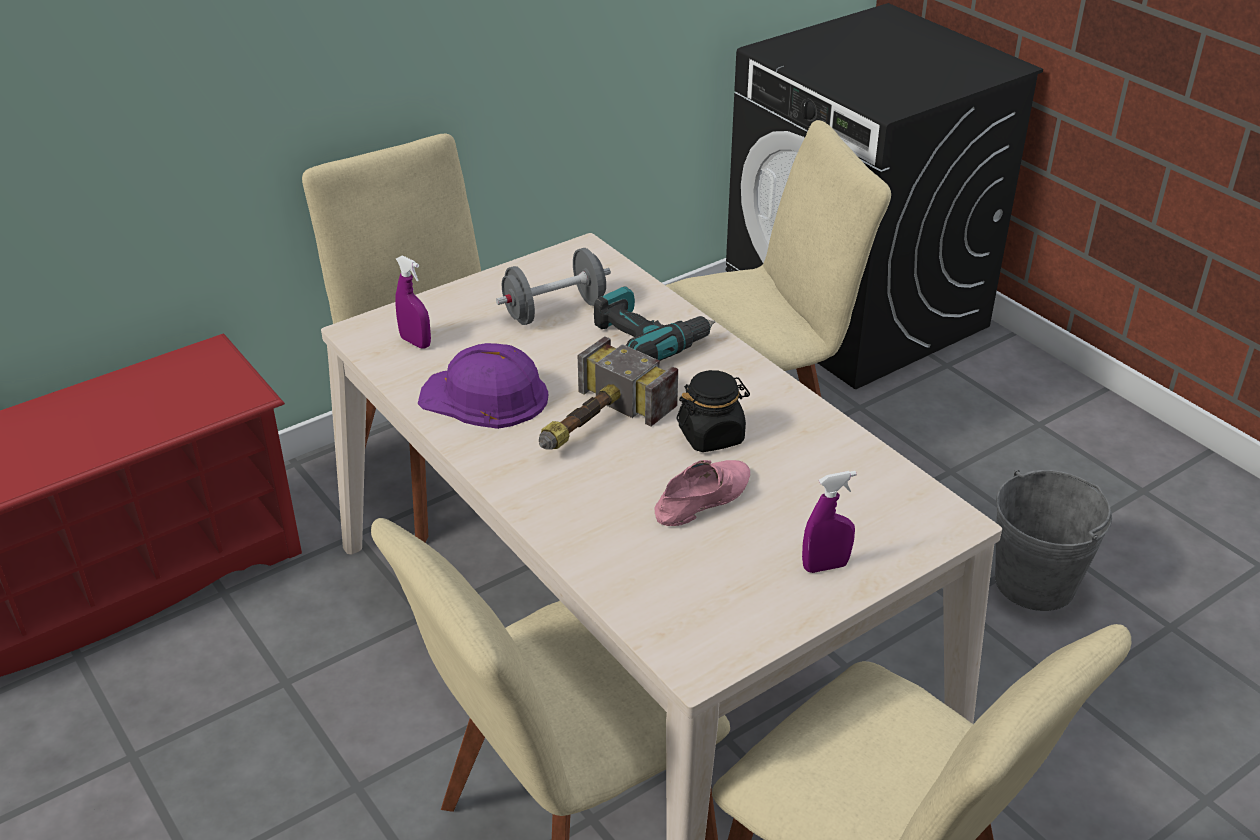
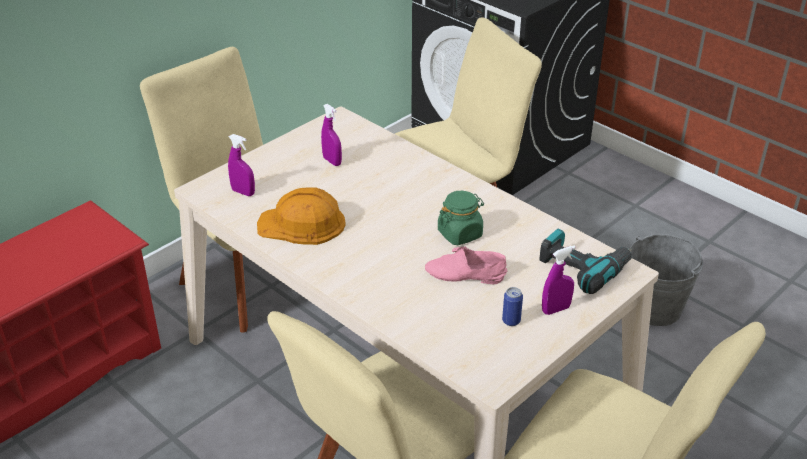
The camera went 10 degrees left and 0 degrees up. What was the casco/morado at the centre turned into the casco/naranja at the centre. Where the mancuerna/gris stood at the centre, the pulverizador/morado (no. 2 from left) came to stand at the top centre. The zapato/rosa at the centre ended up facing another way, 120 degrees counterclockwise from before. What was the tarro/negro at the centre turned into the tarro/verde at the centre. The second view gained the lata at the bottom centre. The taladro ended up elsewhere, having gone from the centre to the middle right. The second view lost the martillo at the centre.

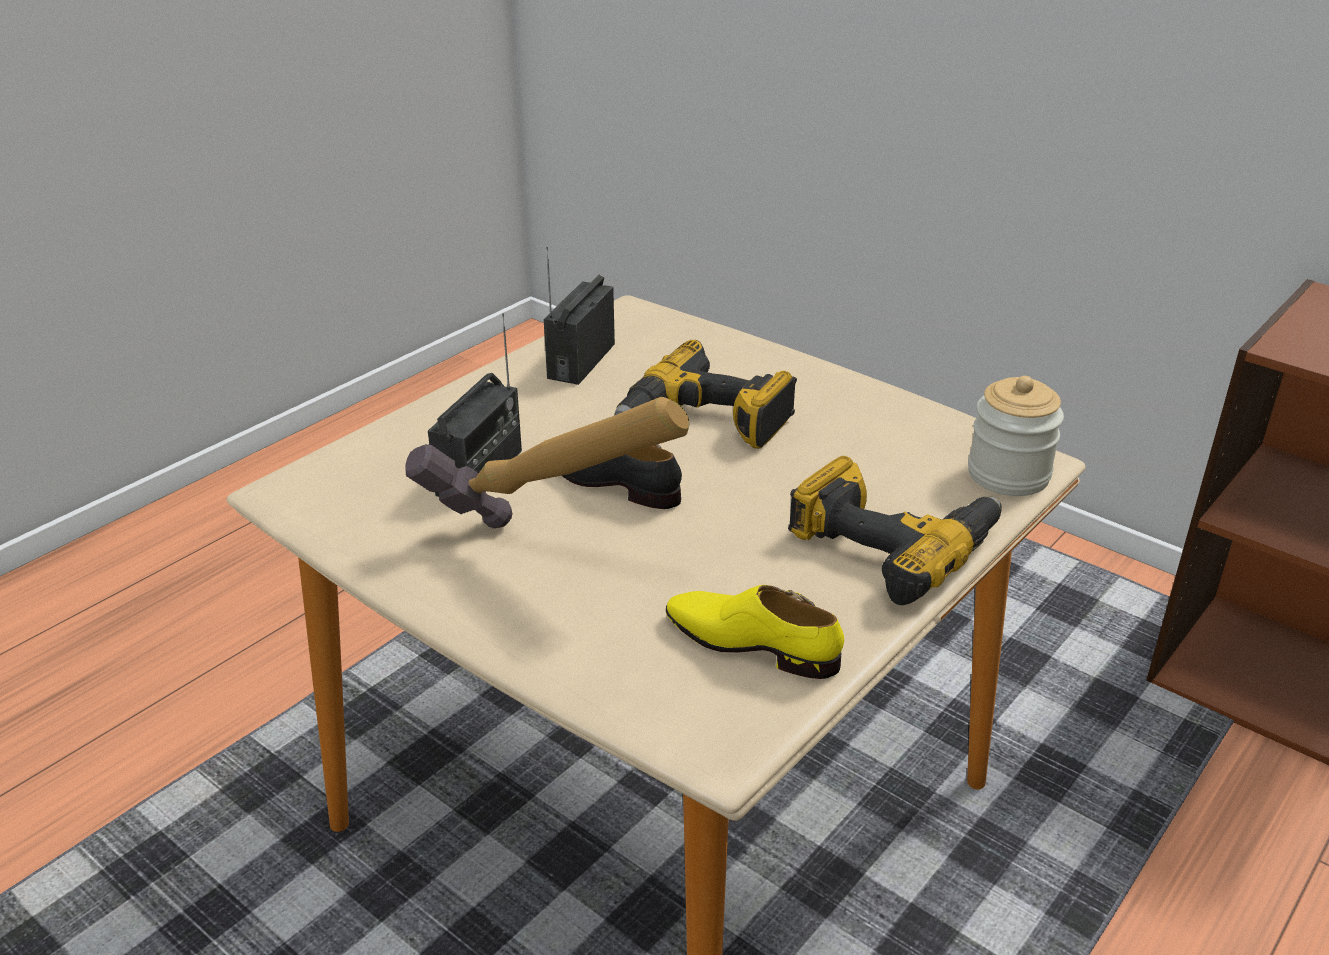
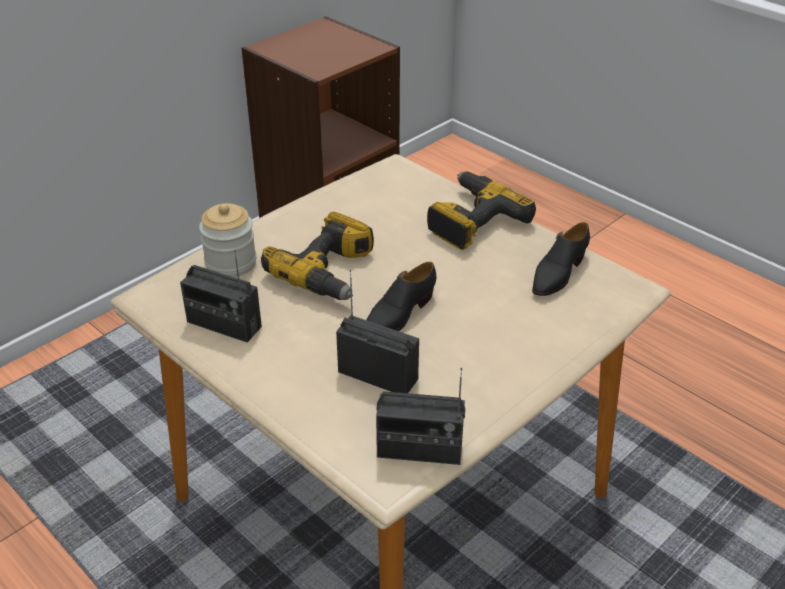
The camera went 85 degrees left and 5 degrees up. The tarro ended up elsewhere, having gone from the middle right to the middle left. The second view gained the radio (no. 3 from left) at the bottom centre. What was the zapato/amarillo at the centre turned into the zapato/negro (no. 2 from left) at the middle right. The second view lost the martillo at the centre.

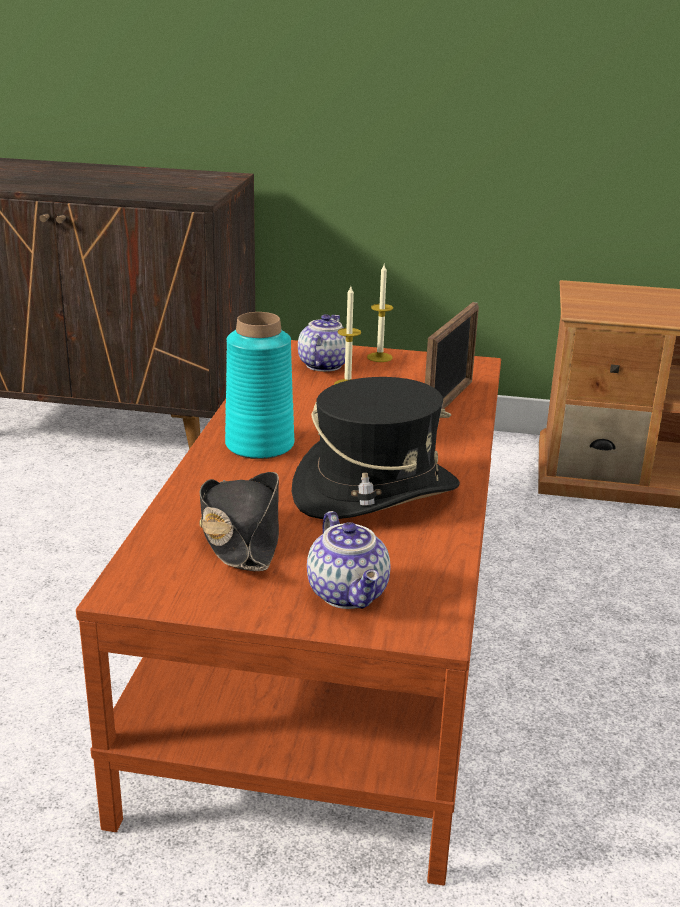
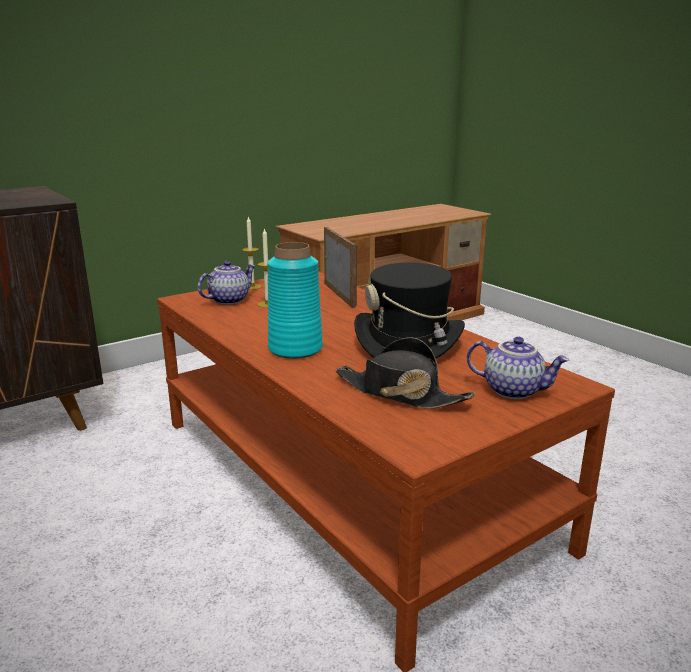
The camera went 45 degrees left and 5 degrees down. The tetera (no. 1 from left) at the centre ended up facing another way, 75 degrees clockwise from before.

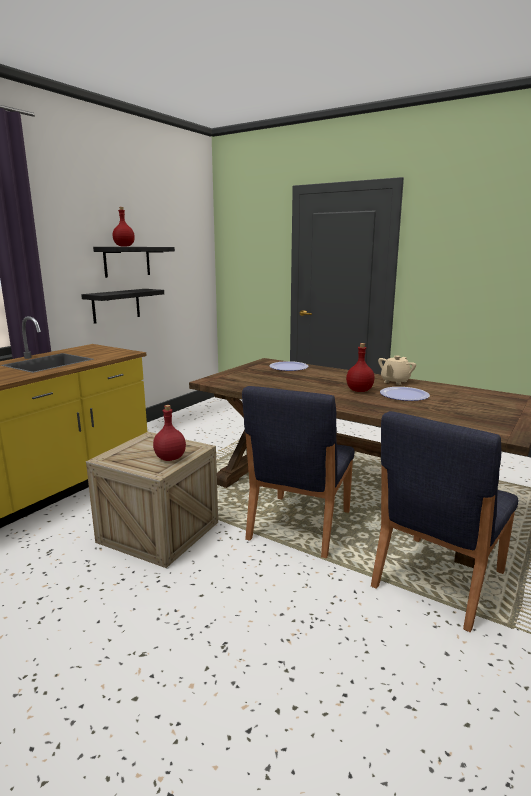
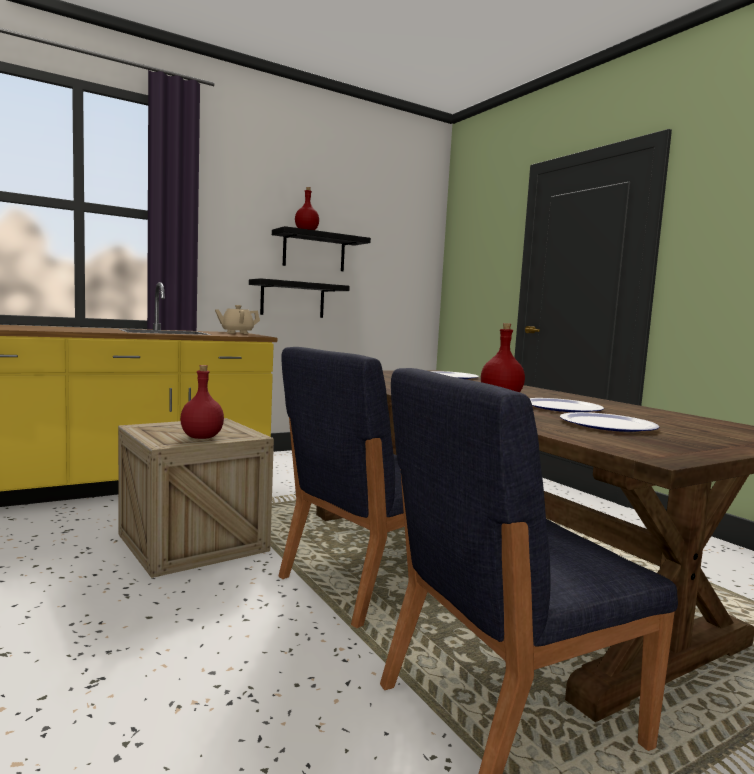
The camera went 25 degrees right and 10 degrees down. The tetera/beis ended up elsewhere, having gone from the middle right to the middle left. The second view gained the plato (no. 3 from left) at the middle right.

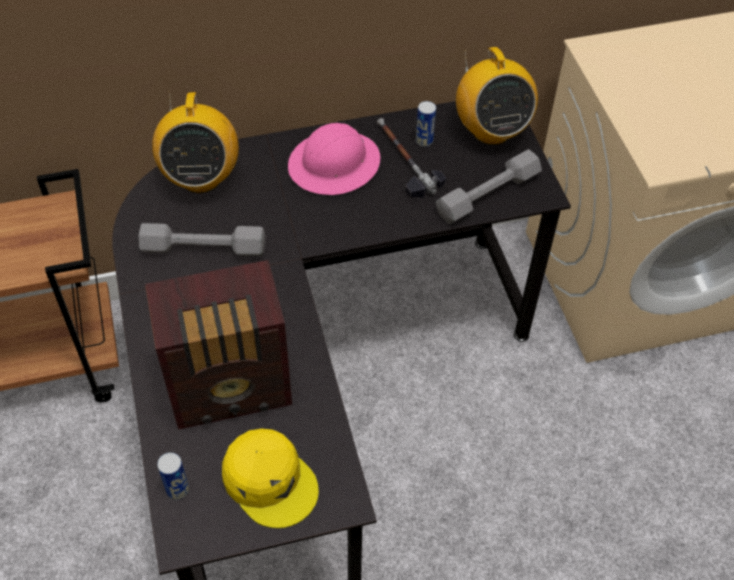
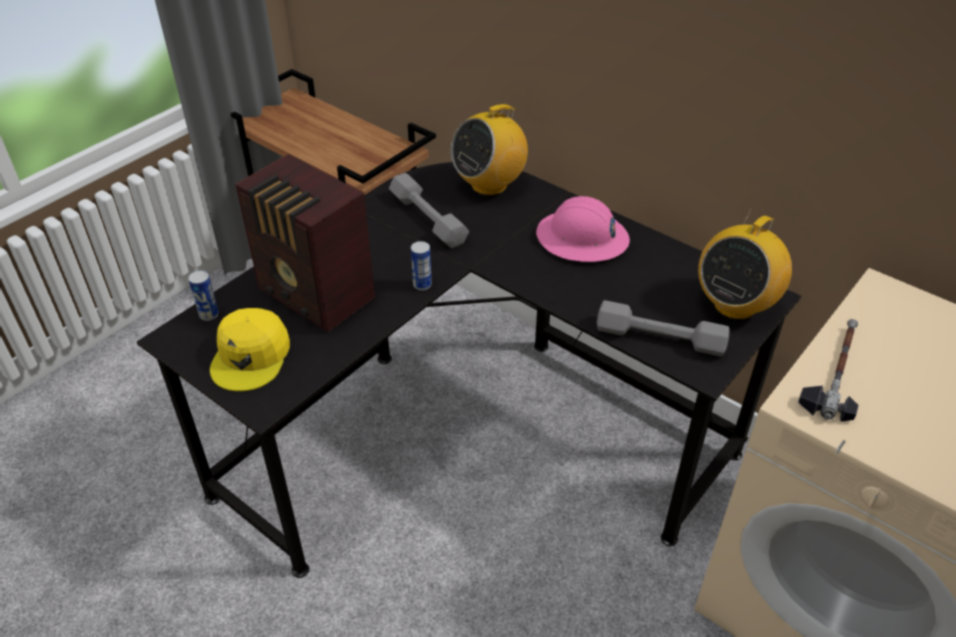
The camera went 55 degrees right and 10 degrees down. The lata (no. 2 from left) ended up elsewhere, having gone from the top centre to the centre. The martillo ended up elsewhere, having gone from the top centre to the middle right.

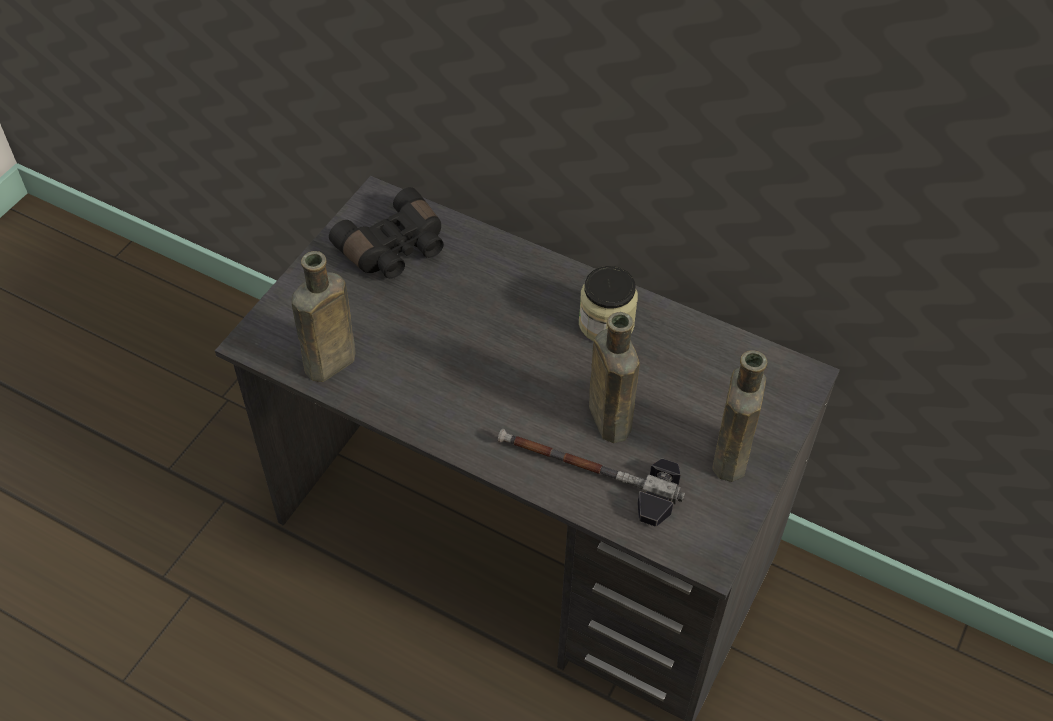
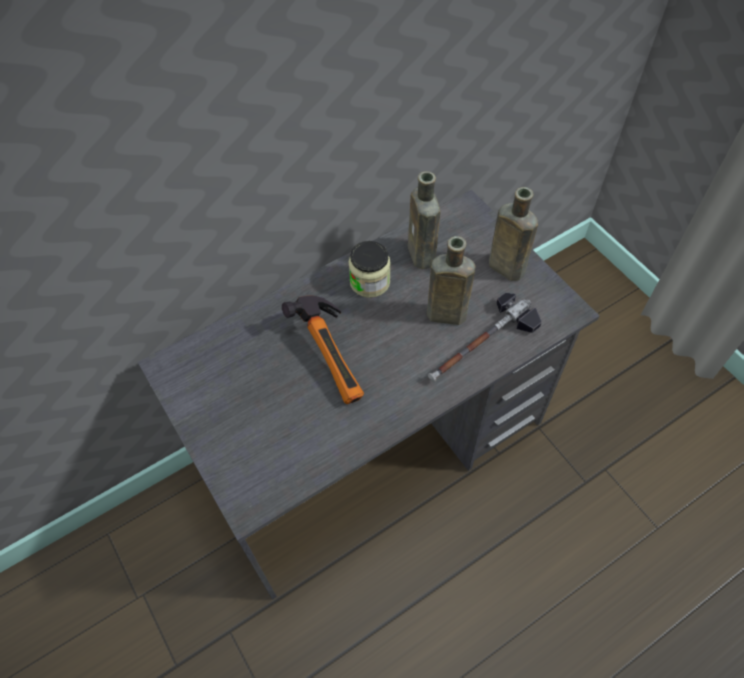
The camera went 60 degrees left and 5 degrees up. The second view gained the martillo (no. 1 from left) at the centre. The botella/marrón (no. 1 from left) ended up elsewhere, having gone from the middle left to the top centre. The second view lost the prismáticos/negro at the top centre.

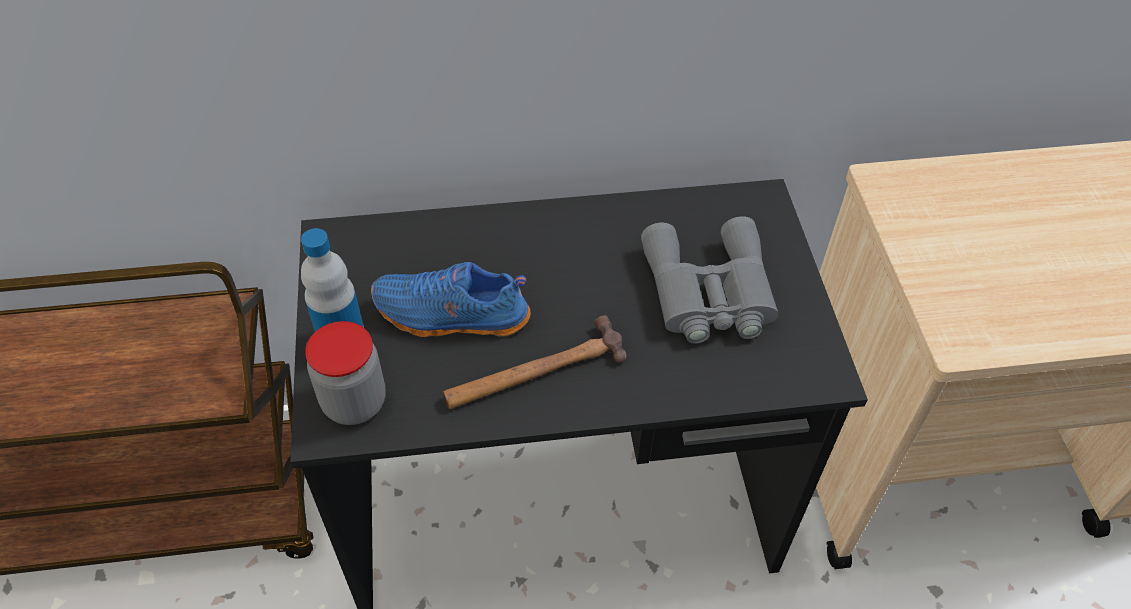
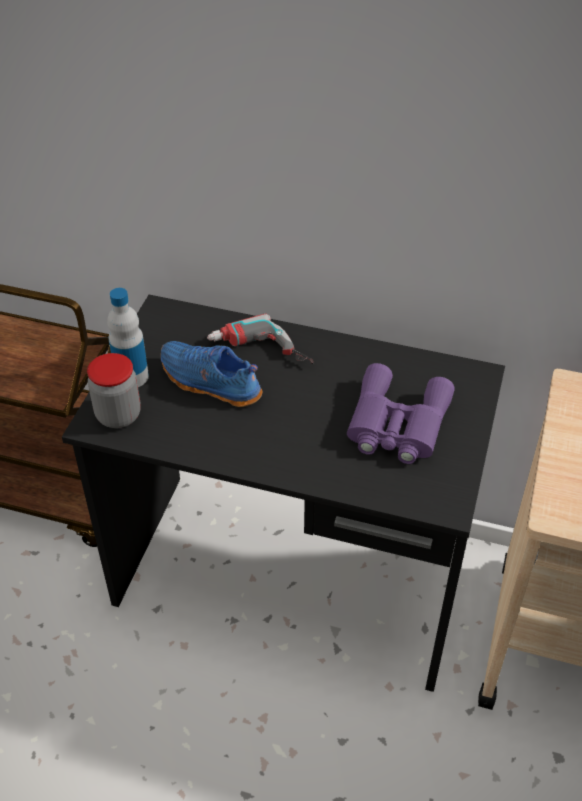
The camera went 25 degrees right and 5 degrees down. The second view gained the taladro at the centre. What was the prismáticos/gris at the centre turned into the prismáticos/morado at the middle right. The second view lost the martillo at the centre.

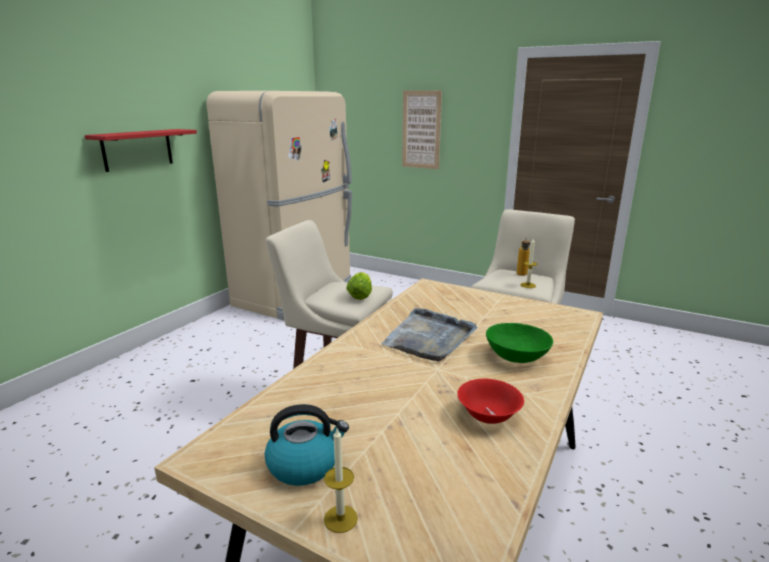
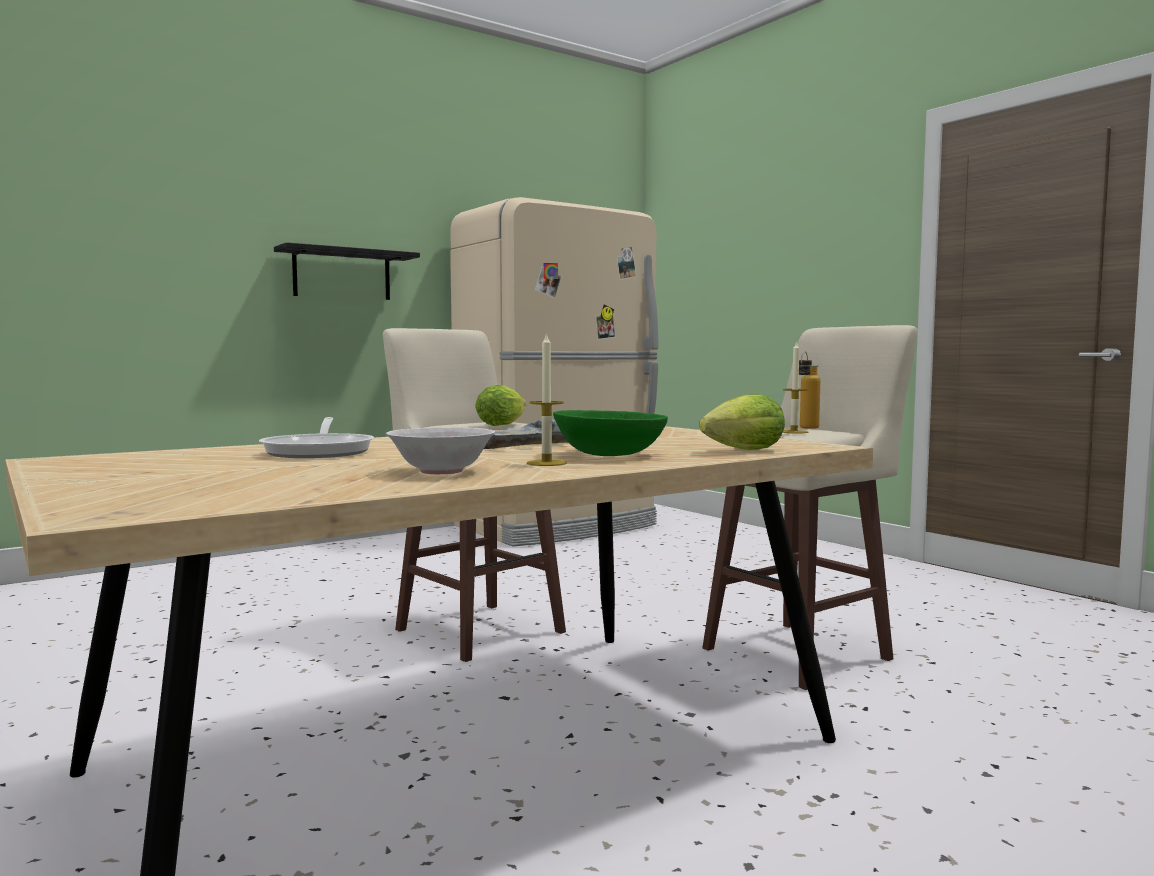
The camera went 25 degrees right and 15 degrees down. The second view gained the sartén at the middle left. What was the estante/rojo at the top left turned into the estante/negro at the top left. What was the cuenco/rojo at the bottom centre turned into the cuenco/blanco at the centre. The vela (no. 1 from left) ended up elsewhere, having gone from the bottom centre to the centre. The second view gained the lechuga (no. 2 from left) at the centre. The second view lost the hervidor at the bottom centre. The second view lost the cuadro at the top centre.

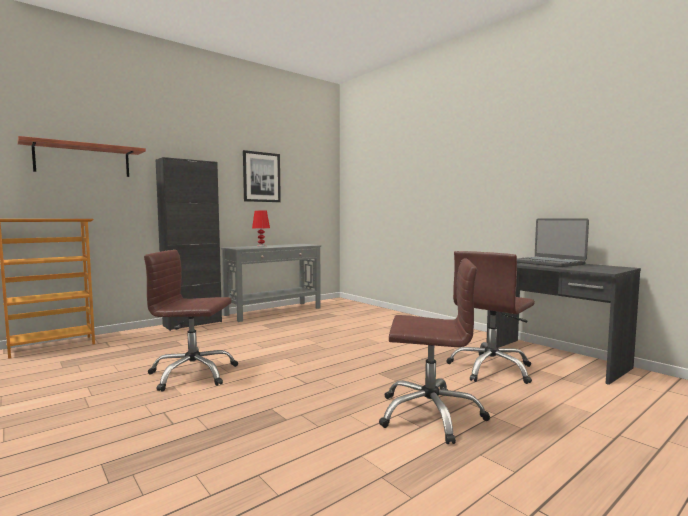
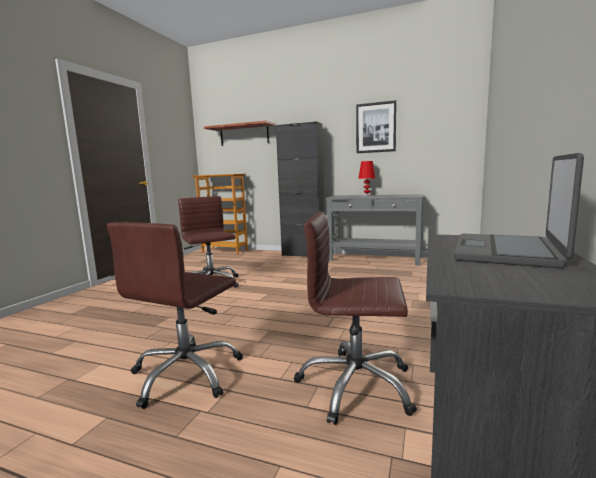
The camera went 60 degrees right and 5 degrees up. The silla de oficina/marrón (no. 2 from left in the first image) at the bottom centre ended up facing another way, 45 degrees clockwise from before.

